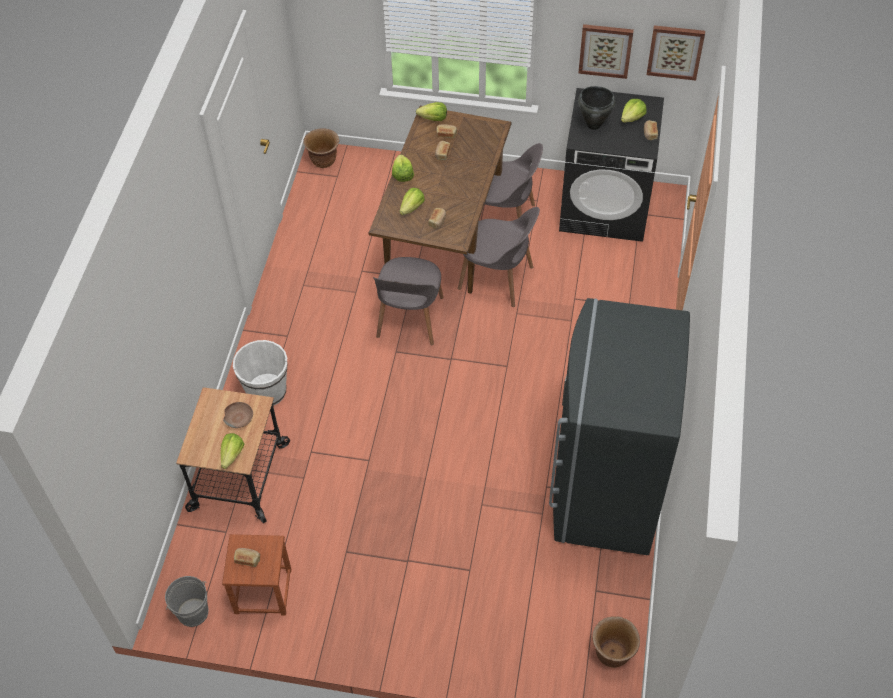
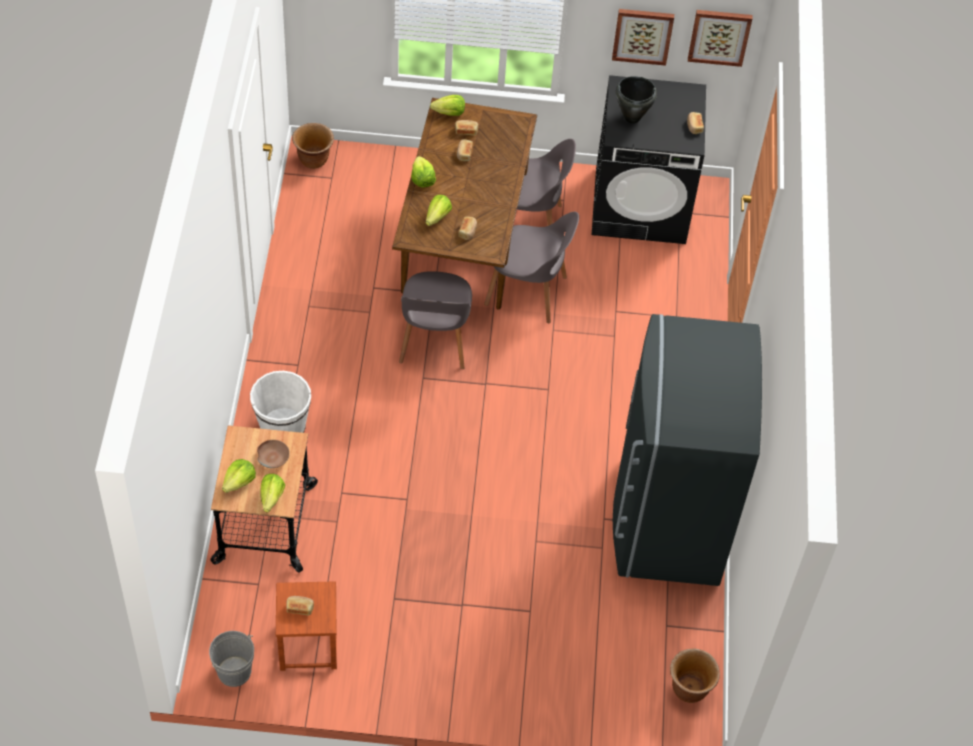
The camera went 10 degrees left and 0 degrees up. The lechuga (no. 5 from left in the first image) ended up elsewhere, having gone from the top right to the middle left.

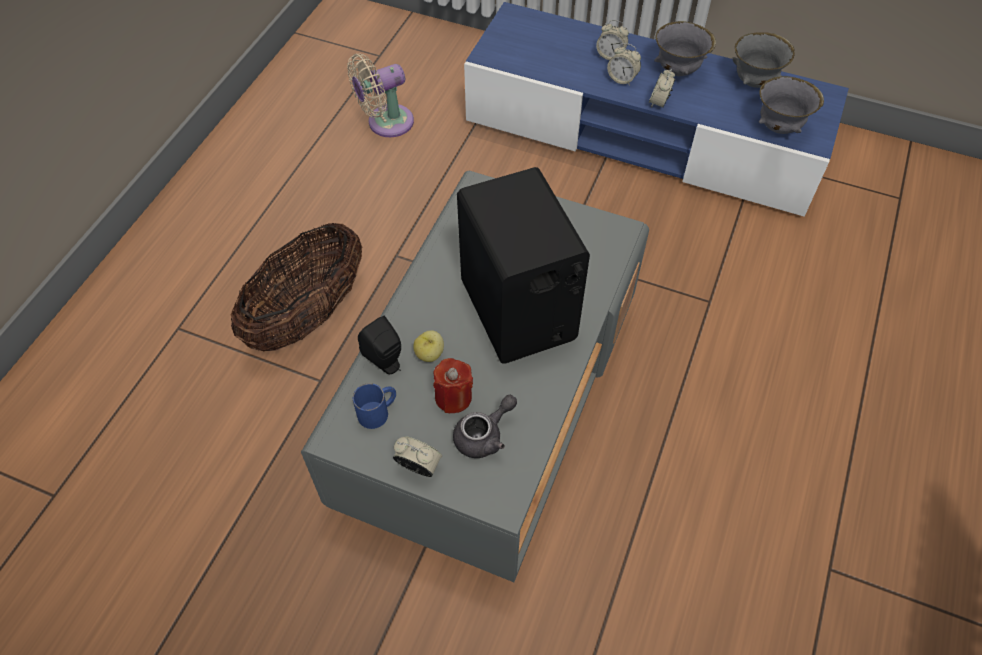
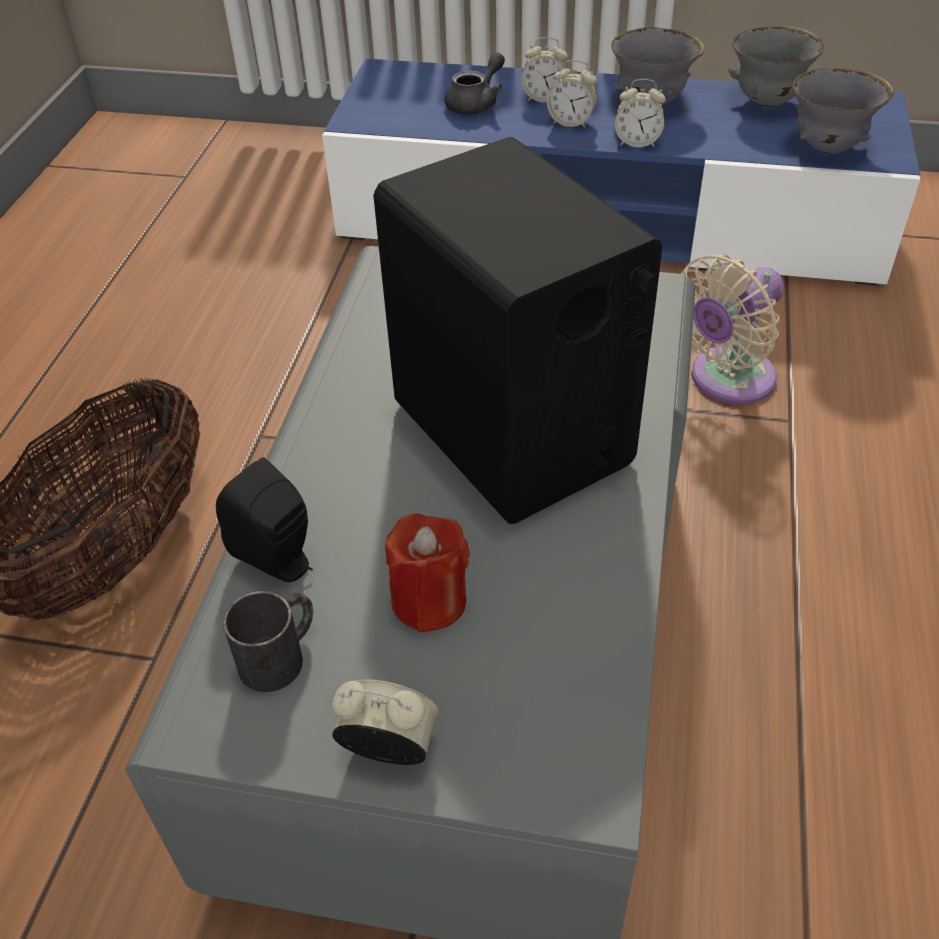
The camera went 10 degrees left and 10 degrees down. What was the taza grande/azul at the centre turned into the taza grande/negro at the bottom left. The tetera/gris ended up elsewhere, having gone from the centre to the top centre. The despertador (no. 4 from left) at the top right ended up facing another way, 90 degrees counterclockwise from before. The ventilador/beis ended up elsewhere, having gone from the top centre to the middle right. The second view lost the manzana at the centre.

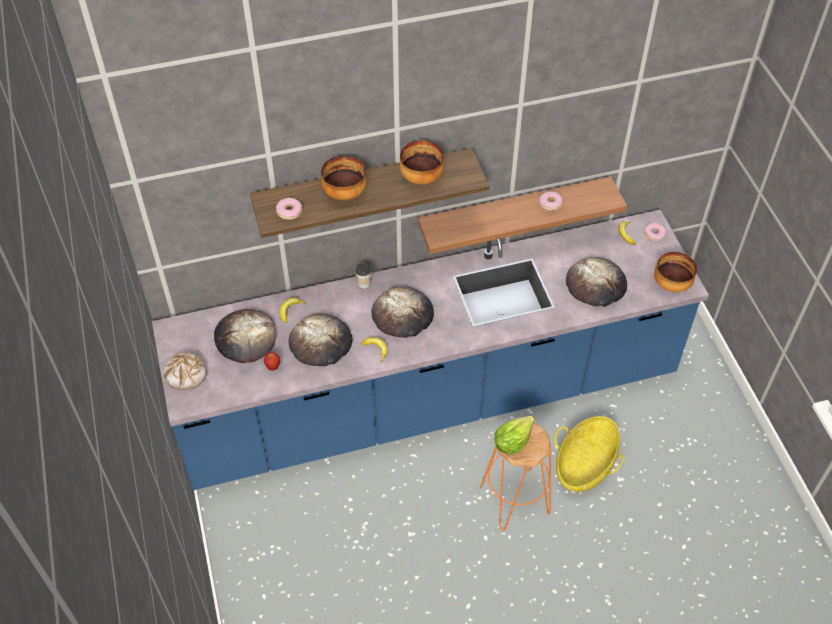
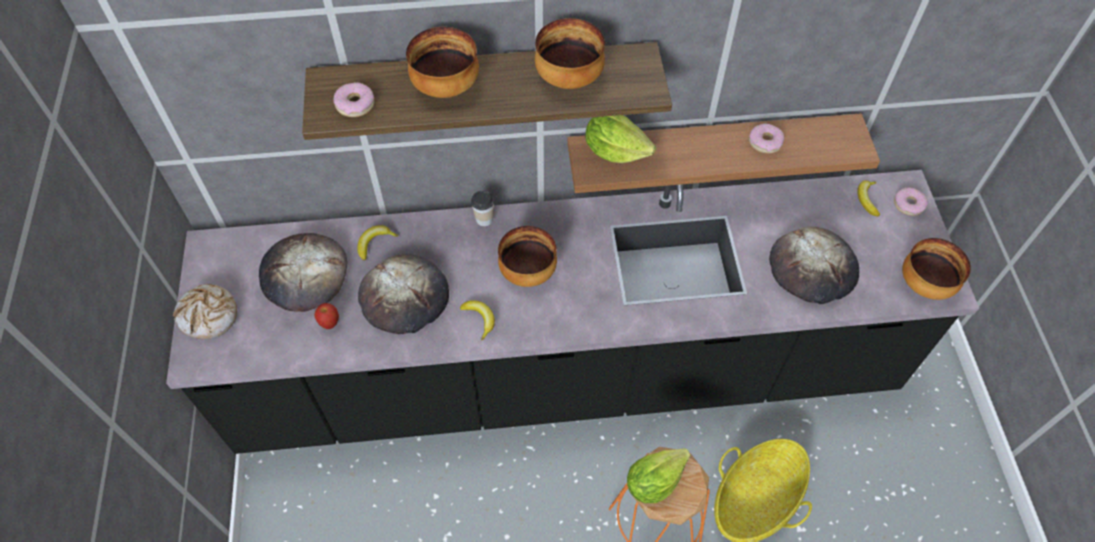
The camera went 10 degrees right and 5 degrees up. What was the mueble bajo de cocina/azul at the centre turned into the mueble bajo de cocina/negro at the centre. Where the pan (no. 4 from left) stood at the centre, the cuenco (no. 2 from left) came to stand at the centre. The second view gained the lechuga (no. 1 from left) at the top centre.

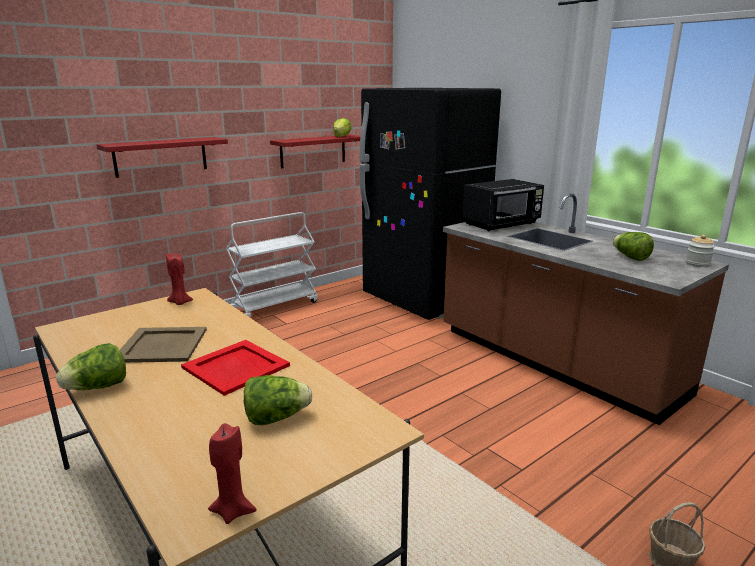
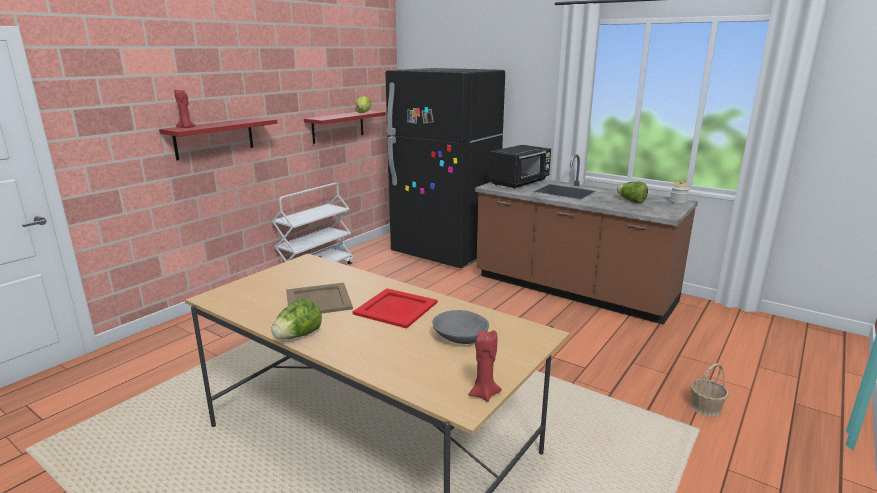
The camera went 15 degrees left and 0 degrees up. The vela/rojo (no. 1 from left) ended up elsewhere, having gone from the middle left to the top left. Where the lechuga (no. 2 from left) stood at the bottom centre, the cuenco/gris came to stand at the centre.

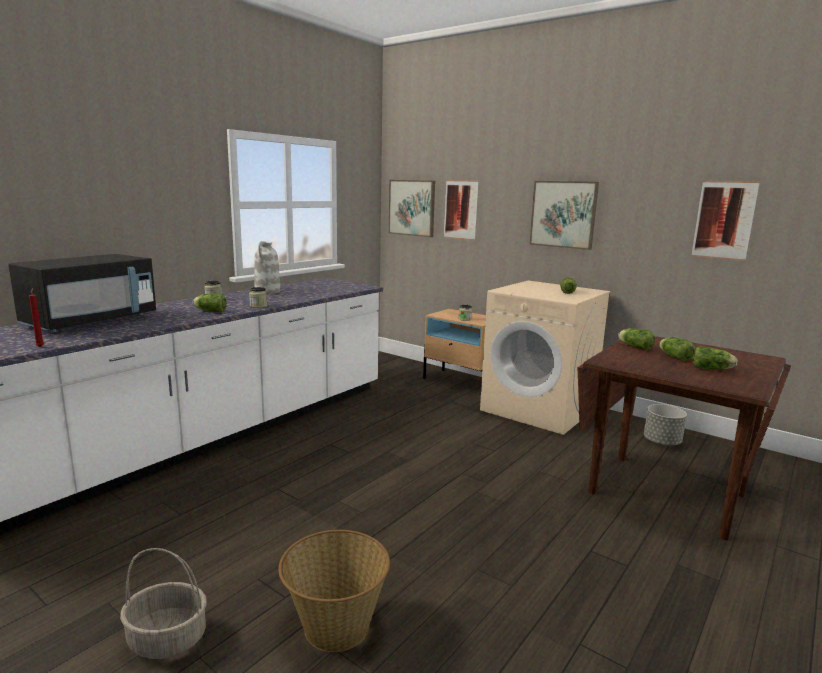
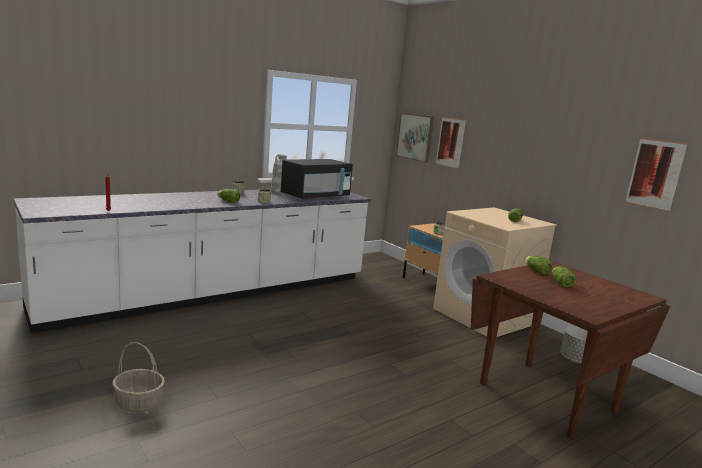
The camera went 15 degrees right and 0 degrees up. The microondas/negro ended up elsewhere, having gone from the middle left to the centre. The second view lost the cesta (no. 2 from left) at the bottom centre. The second view lost the cuadro (no. 3 from left) at the top right. The second view lost the lechuga (no. 5 from left) at the middle right.

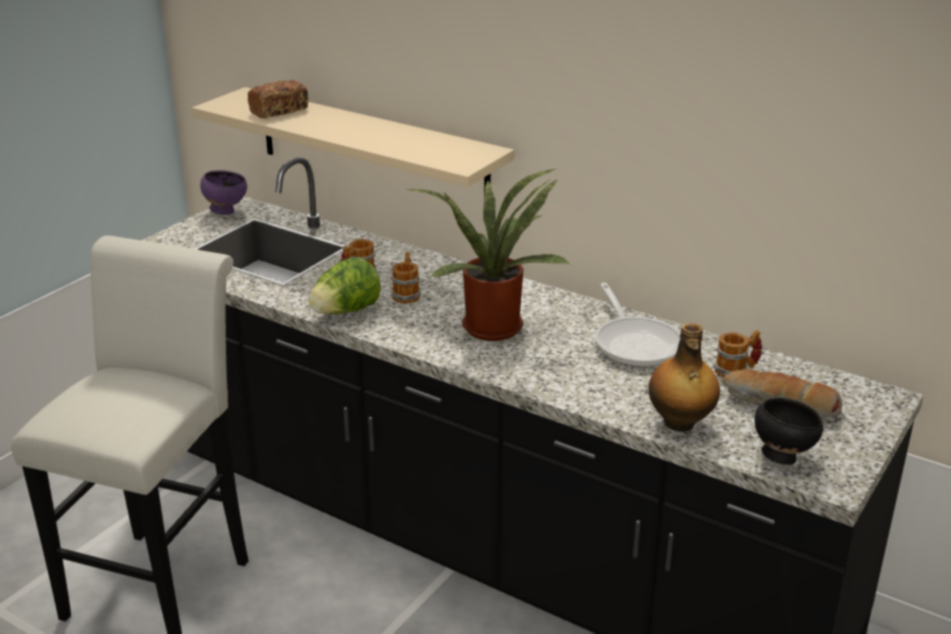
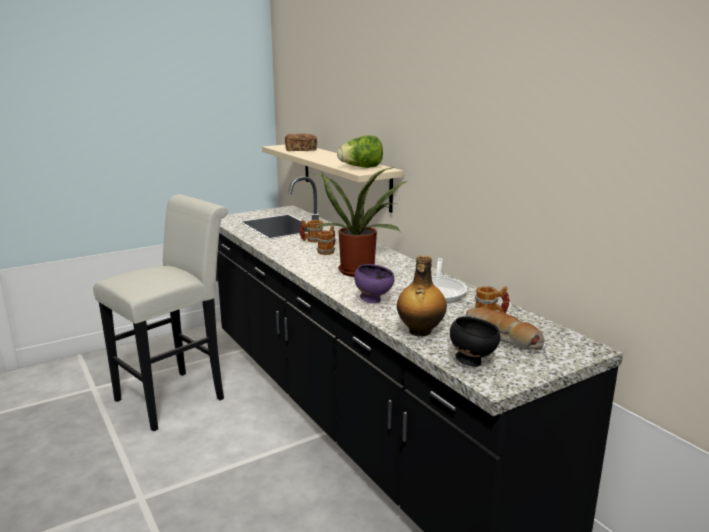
The camera went 25 degrees right and 10 degrees down. The lechuga ended up elsewhere, having gone from the centre to the top centre. The cuenco/morado ended up elsewhere, having gone from the top left to the centre.

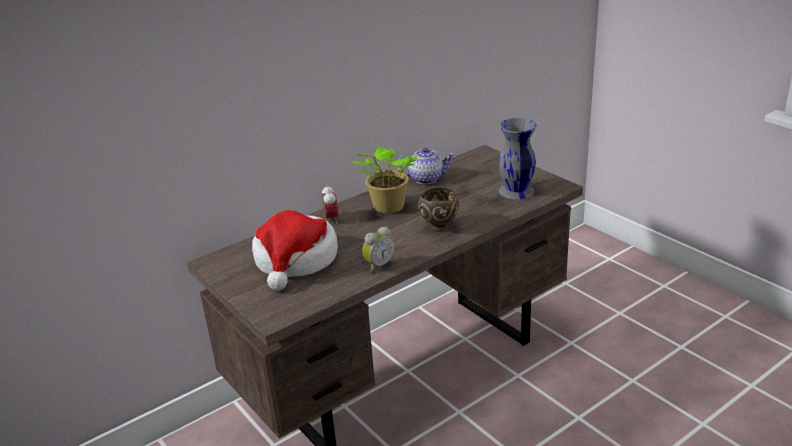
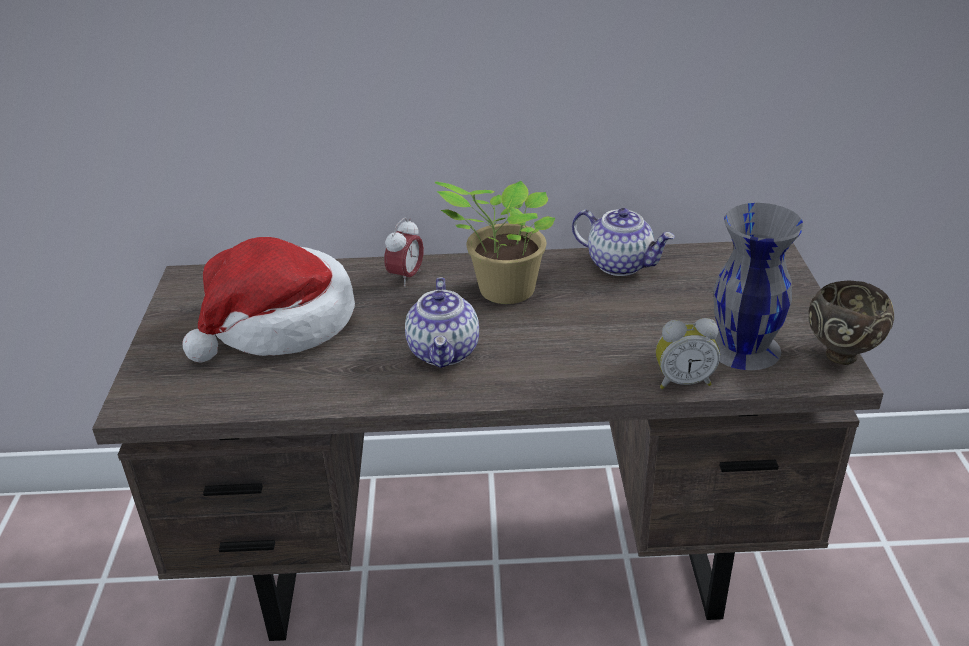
The camera went 35 degrees right and 5 degrees up. The second view gained the tetera (no. 1 from left) at the centre. The despertador (no. 2 from left) ended up elsewhere, having gone from the centre to the middle right. The cuenco/marrón ended up elsewhere, having gone from the centre to the middle right.

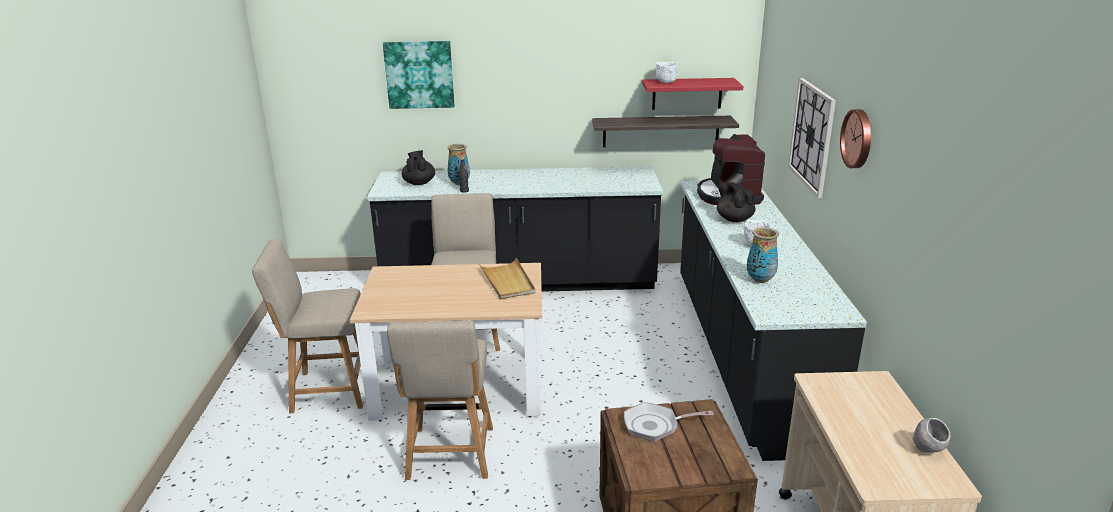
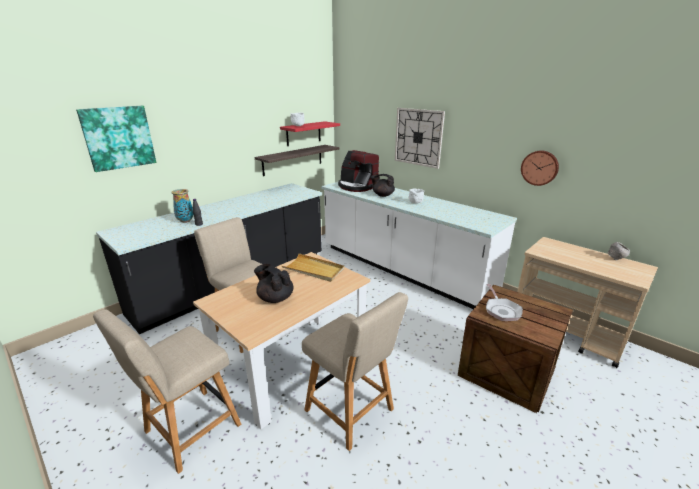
The camera went 45 degrees left and 0 degrees up. The tetera/negro (no. 1 from left) ended up elsewhere, having gone from the top centre to the centre. What was the mueble bajo de cocina/negro (no. 2 from left) at the middle right turned into the mueble bajo de cocina/blanco at the centre. The sartén at the bottom centre ended up facing another way, 45 degrees counterclockwise from before. The reloj de pared (no. 2 from left) ended up elsewhere, having gone from the top right to the middle right. The second view lost the florero (no. 2 from left) at the middle right.

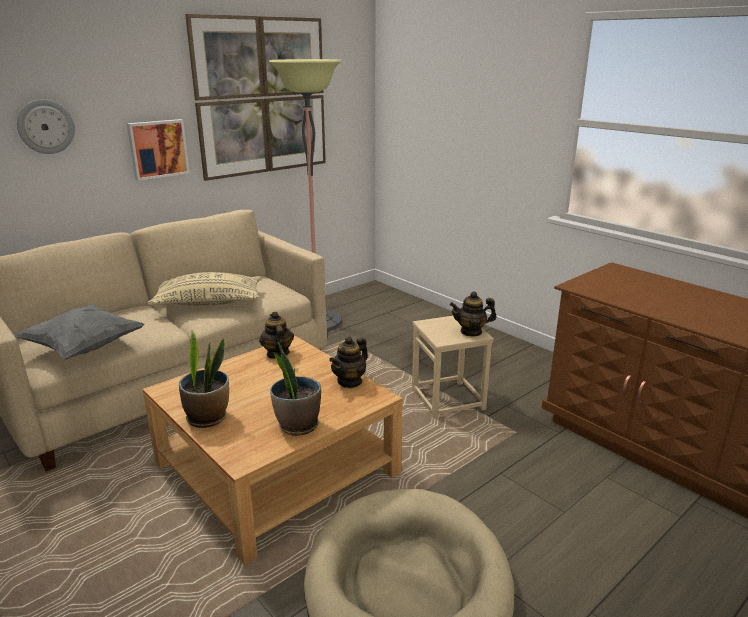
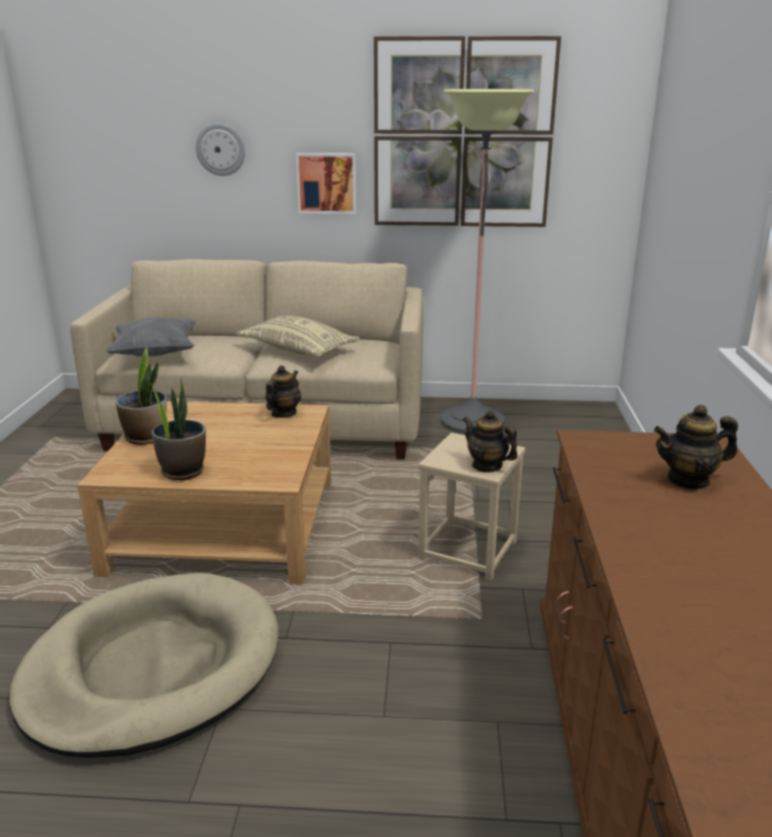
The camera went 45 degrees right and 0 degrees up. The tetera (no. 2 from left in the first image) ended up elsewhere, having gone from the centre to the middle right.

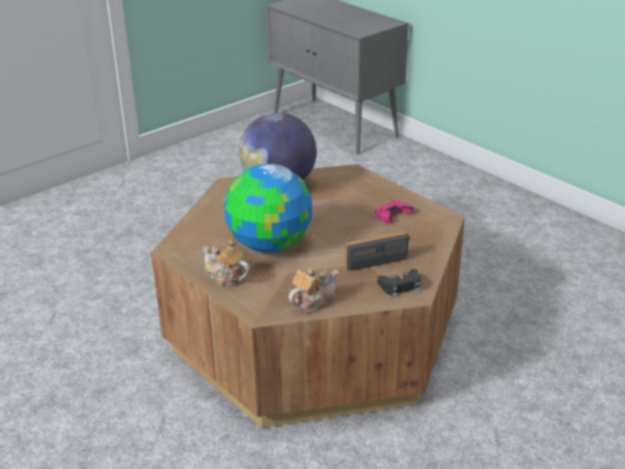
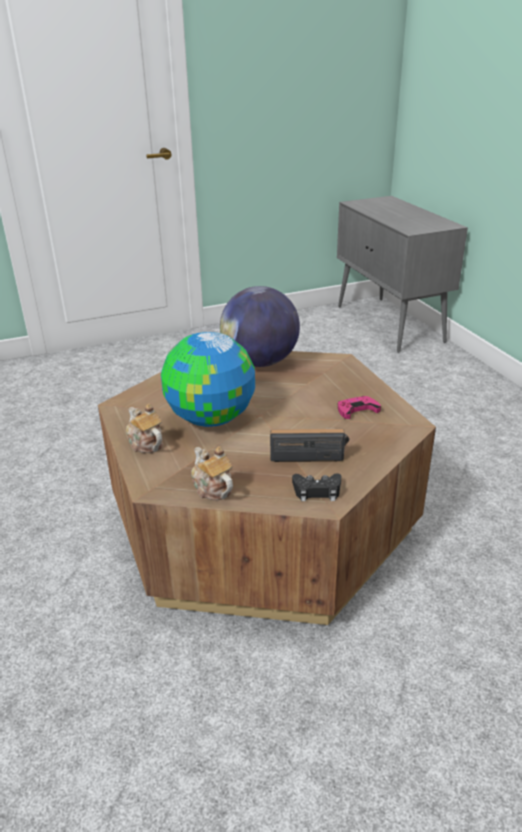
The camera went 20 degrees right and 0 degrees up. The tetera (no. 2 from left) at the centre ended up facing another way, 105 degrees counterclockwise from before.

